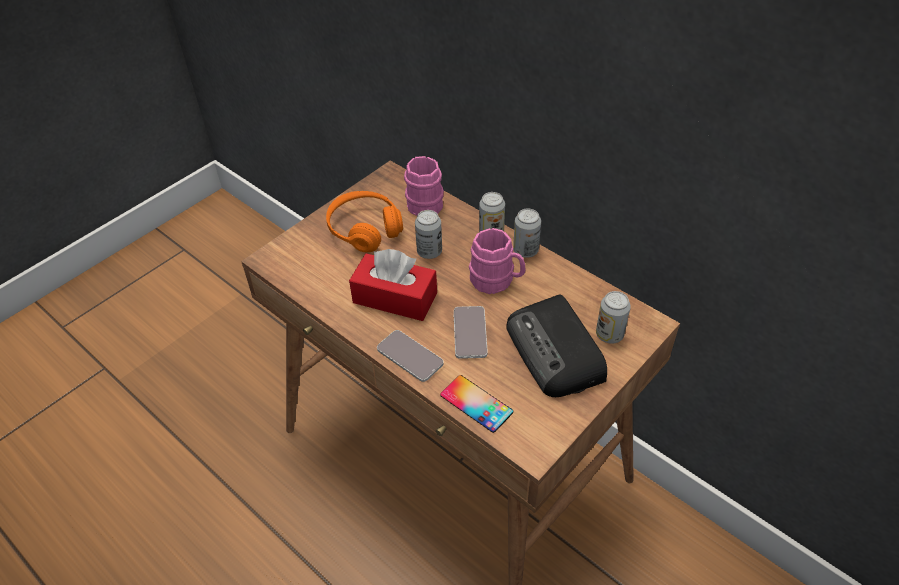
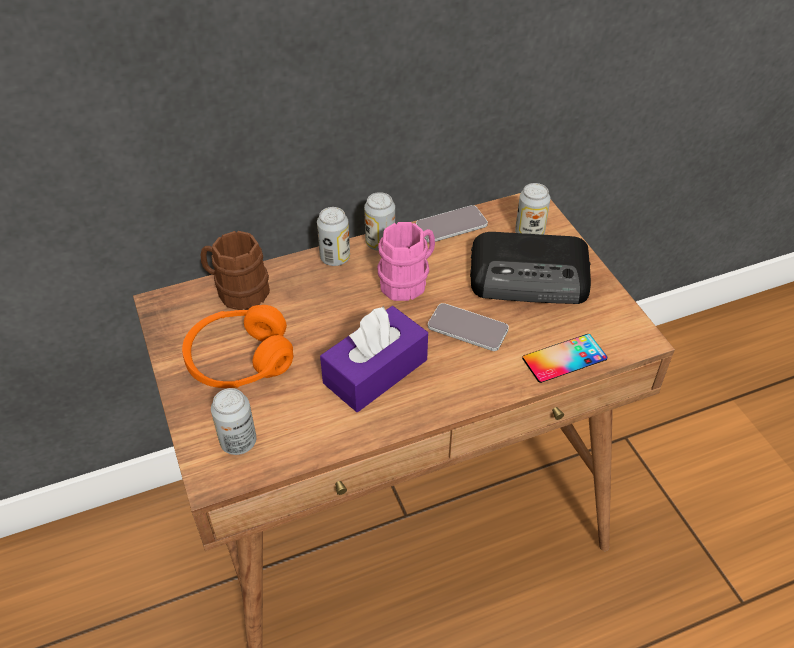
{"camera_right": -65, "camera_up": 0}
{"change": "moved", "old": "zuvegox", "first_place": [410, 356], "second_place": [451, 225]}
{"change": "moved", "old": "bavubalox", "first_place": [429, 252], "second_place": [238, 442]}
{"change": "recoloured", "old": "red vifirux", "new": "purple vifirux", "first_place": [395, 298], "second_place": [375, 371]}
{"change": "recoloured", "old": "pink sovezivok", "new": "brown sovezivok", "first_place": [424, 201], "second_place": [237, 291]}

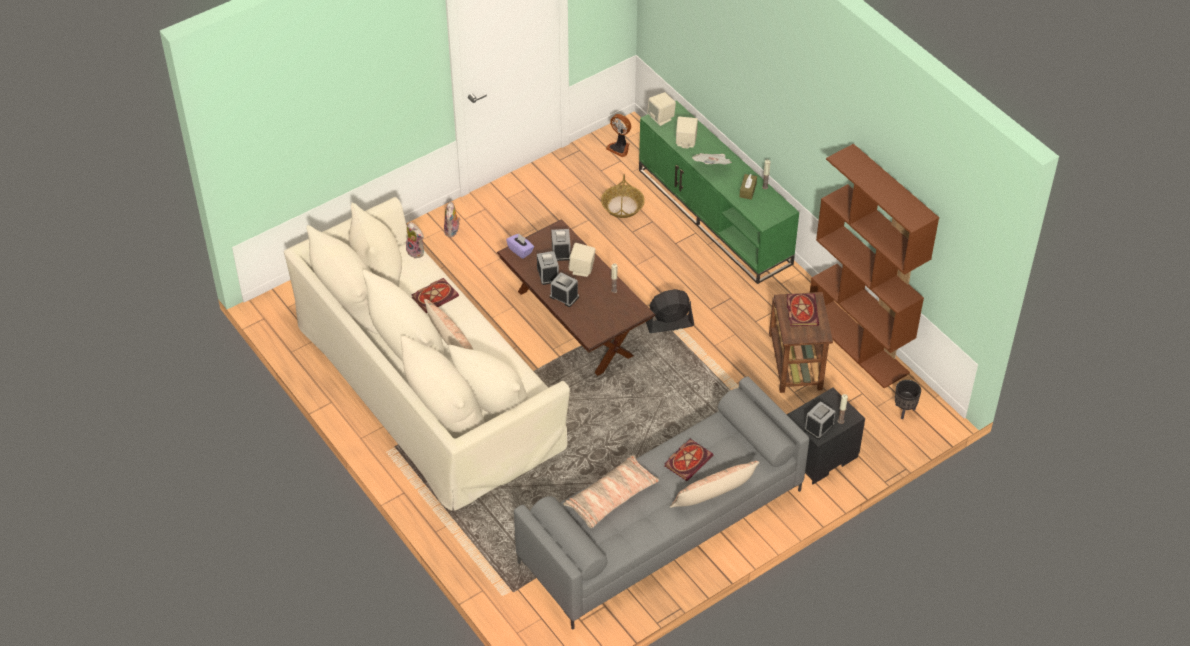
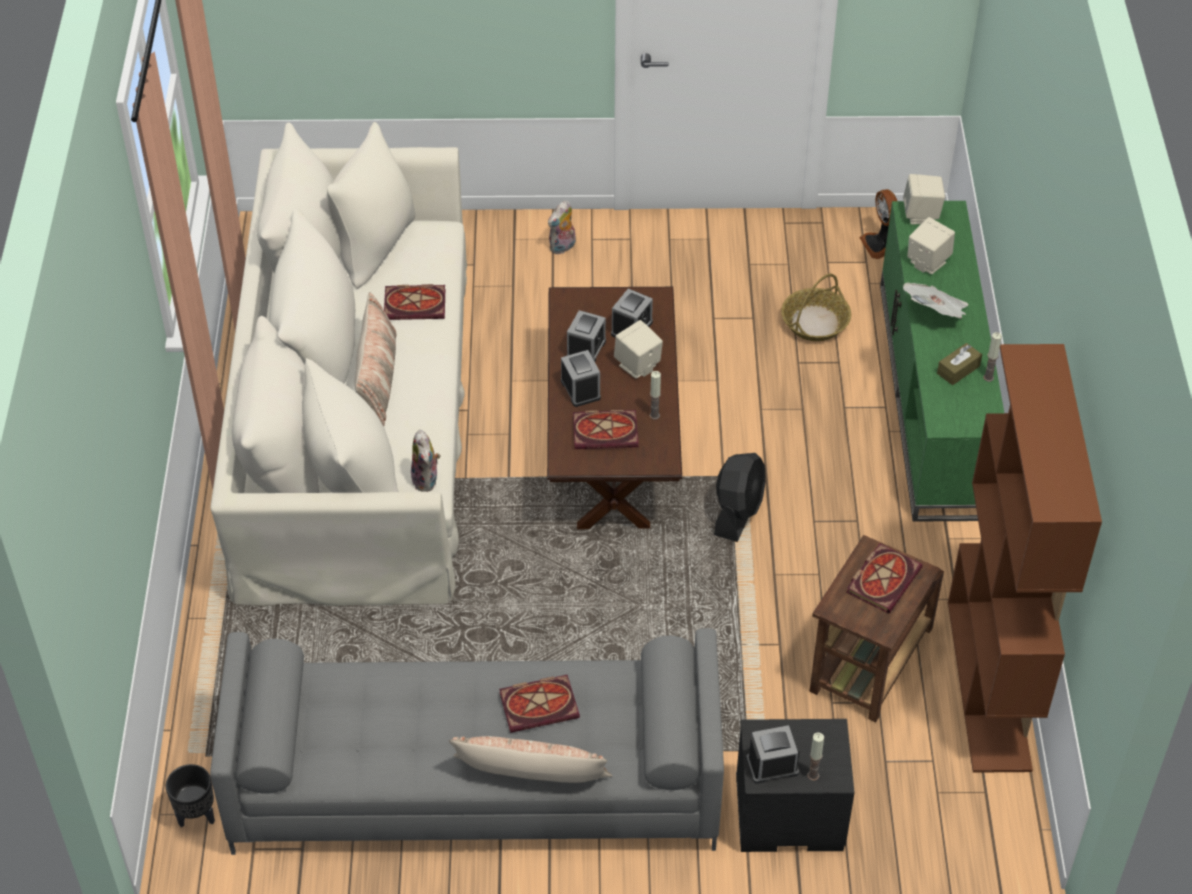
{"camera_right": 35, "camera_up": 0}
{"change": "removed", "old": "purple vifirux", "first_place": [520, 250]}
{"change": "removed", "old": "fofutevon", "first_place": [612, 498]}
{"change": "added", "new": "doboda", "second_place": [607, 431]}
{"change": "moved", "old": "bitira", "first_place": [416, 251], "second_place": [427, 480]}
{"change": "moved", "old": "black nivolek", "first_place": [904, 411], "second_place": [196, 816]}
{"change": "turned", "old": "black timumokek", "first_place": [669, 324], "second_place": [738, 512], "degrees": 90}

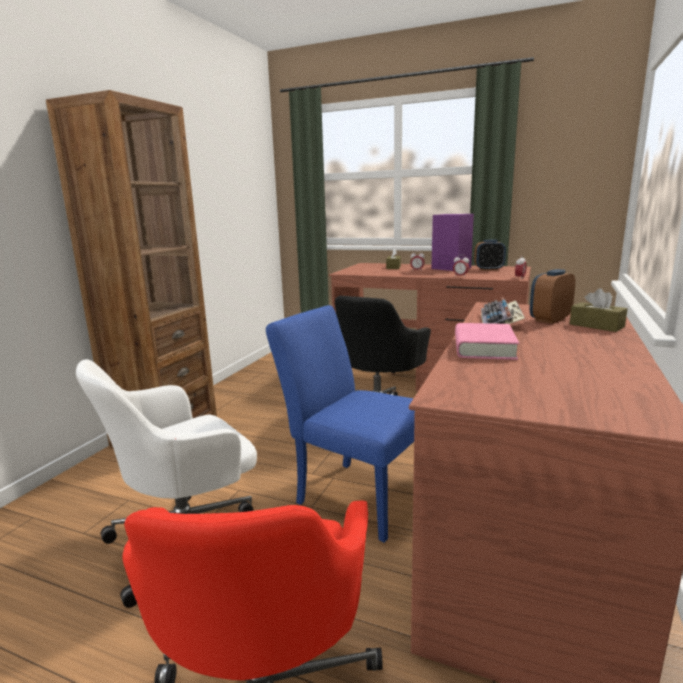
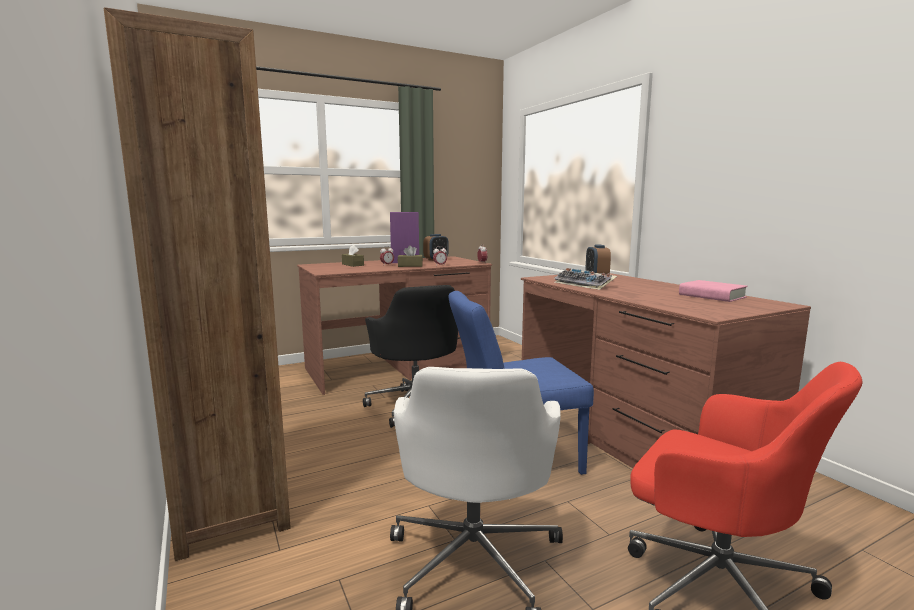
{"camera_right": -50, "camera_up": -5}
{"change": "moved", "old": "pink doboda", "first_place": [483, 348], "second_place": [712, 296]}
{"change": "moved", "old": "brown vifirux", "first_place": [596, 326], "second_place": [410, 266]}

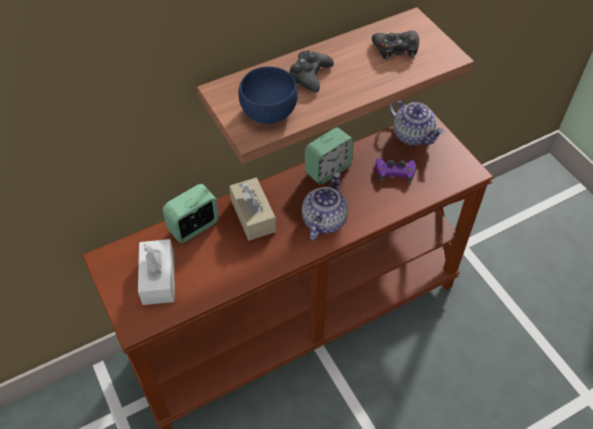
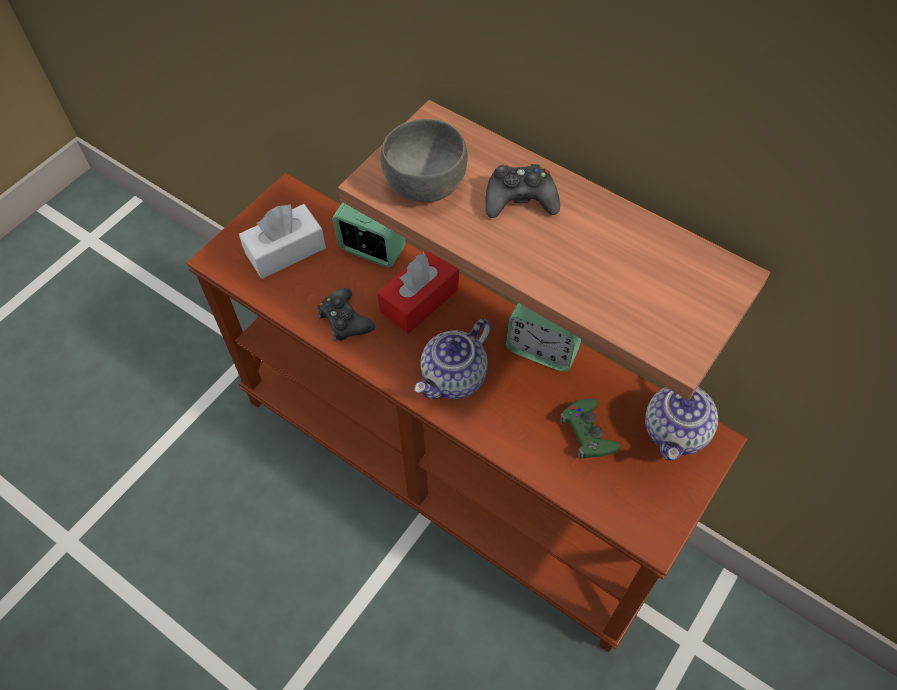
{"camera_right": 65, "camera_up": 5}
{"change": "moved", "old": "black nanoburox", "first_place": [396, 49], "second_place": [344, 320]}
{"change": "recoloured", "old": "beige vifirux", "new": "red vifirux", "first_place": [253, 215], "second_place": [419, 300]}
{"change": "recoloured", "old": "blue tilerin", "new": "grey tilerin", "first_place": [268, 112], "second_place": [424, 183]}
{"change": "recoloured", "old": "purple nanoburox", "new": "green nanoburox", "first_place": [395, 172], "second_place": [588, 433]}
{"change": "turned", "old": "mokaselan", "first_place": [323, 220], "second_place": [454, 378], "degrees": 135}

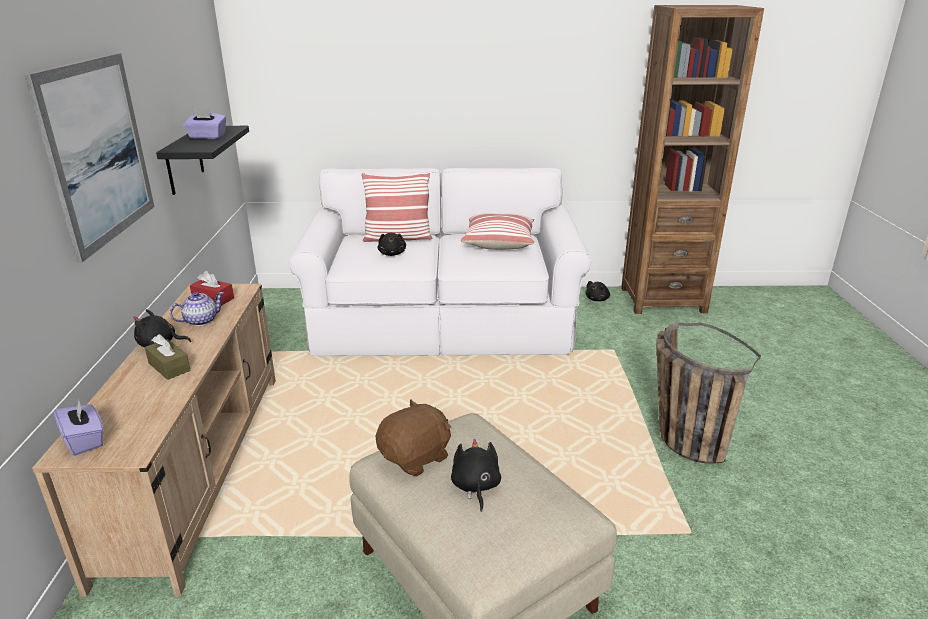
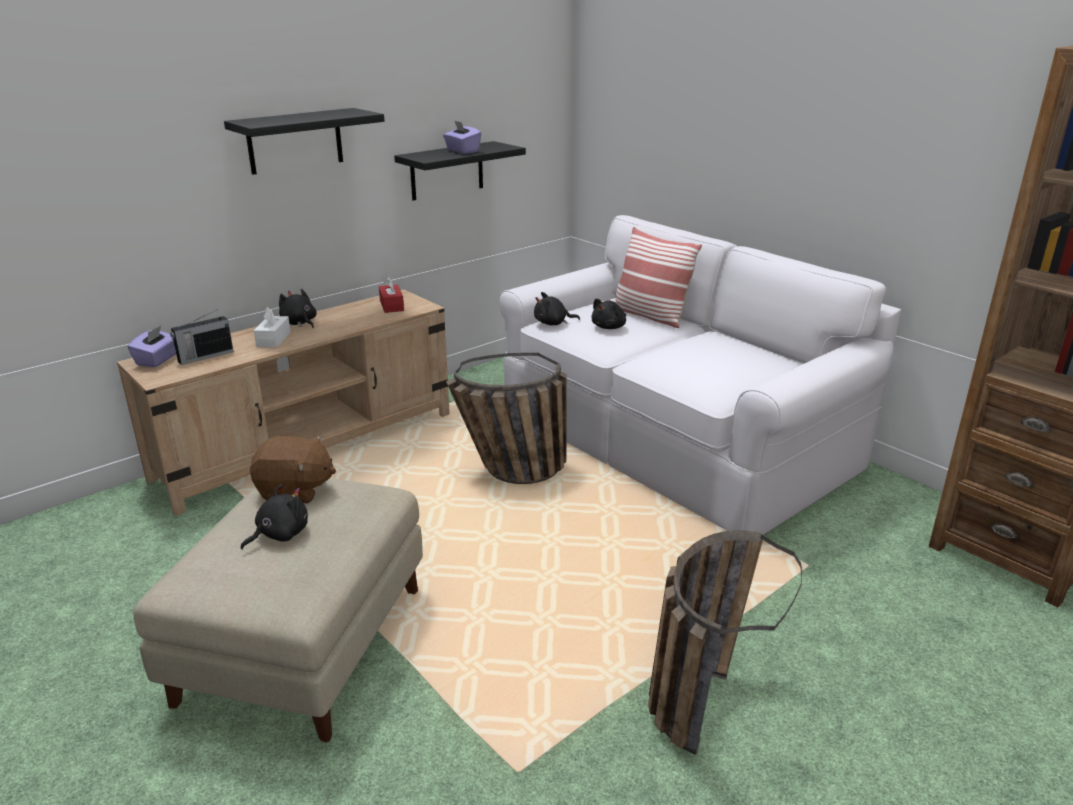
{"camera_right": 50, "camera_up": 0}
{"change": "removed", "old": "mokaselan", "first_place": [200, 321]}
{"change": "removed", "old": "fofutevon", "first_place": [498, 242]}
{"change": "added", "new": "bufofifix", "second_place": [204, 356]}
{"change": "added", "new": "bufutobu", "second_place": [509, 473]}
{"change": "moved", "old": "black bitira", "first_place": [597, 299], "second_place": [553, 323]}
{"change": "replaced", "old": "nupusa", "new": "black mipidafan", "first_place": [97, 151], "second_place": [295, 141]}
{"change": "recoloured", "old": "brown vifirux", "new": "white vifirux", "first_place": [169, 367], "second_place": [273, 339]}

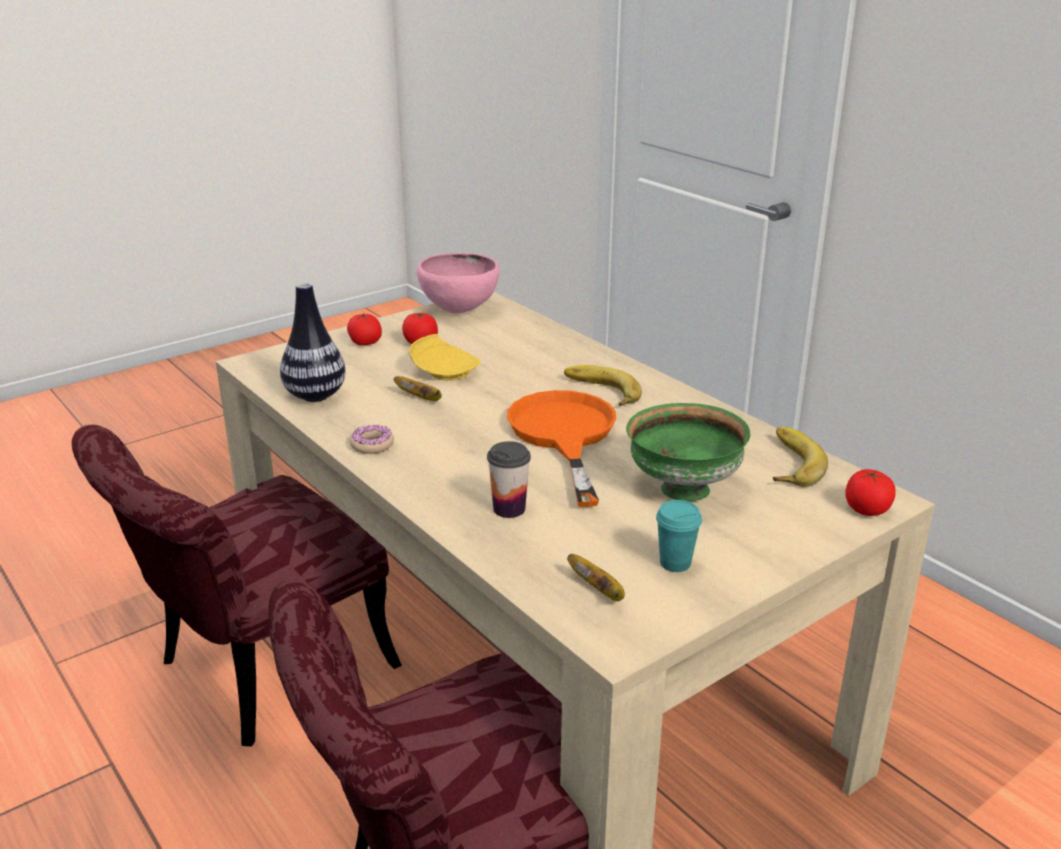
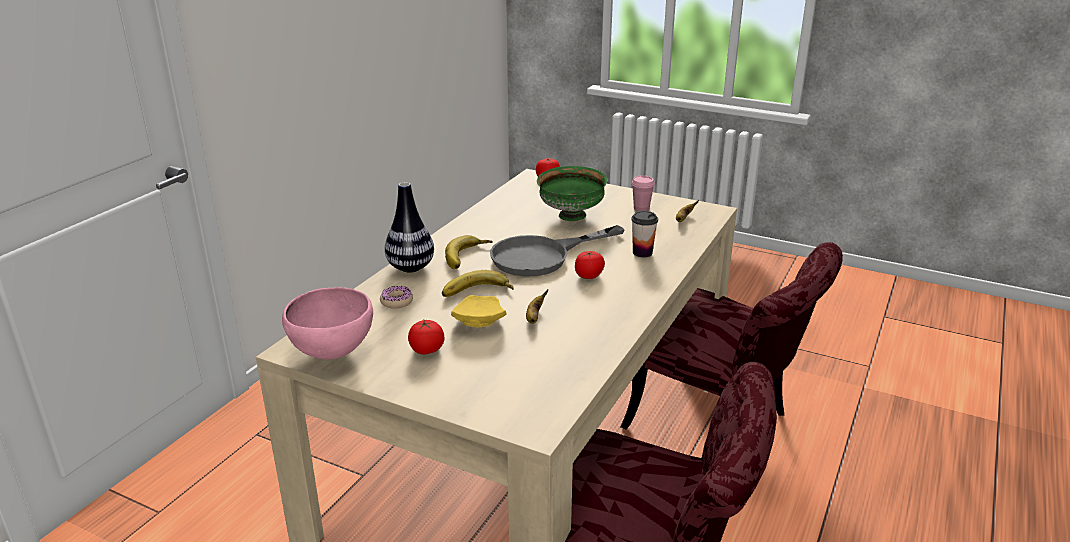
{"camera_right": -115, "camera_up": 0}
{"change": "moved", "old": "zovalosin", "first_place": [315, 396], "second_place": [411, 267]}
{"change": "moved", "old": "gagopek", "first_place": [365, 343], "second_place": [589, 275]}
{"change": "moved", "old": "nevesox", "first_place": [372, 445], "second_place": [396, 302]}
{"change": "moved", "old": "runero", "first_place": [787, 463], "second_place": [477, 293]}
{"change": "recoloured", "old": "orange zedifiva", "new": "grey zedifiva", "first_place": [564, 436], "second_place": [542, 256]}
{"change": "recoloured", "old": "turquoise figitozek", "new": "pink figitozek", "first_place": [675, 563], "second_place": [641, 208]}

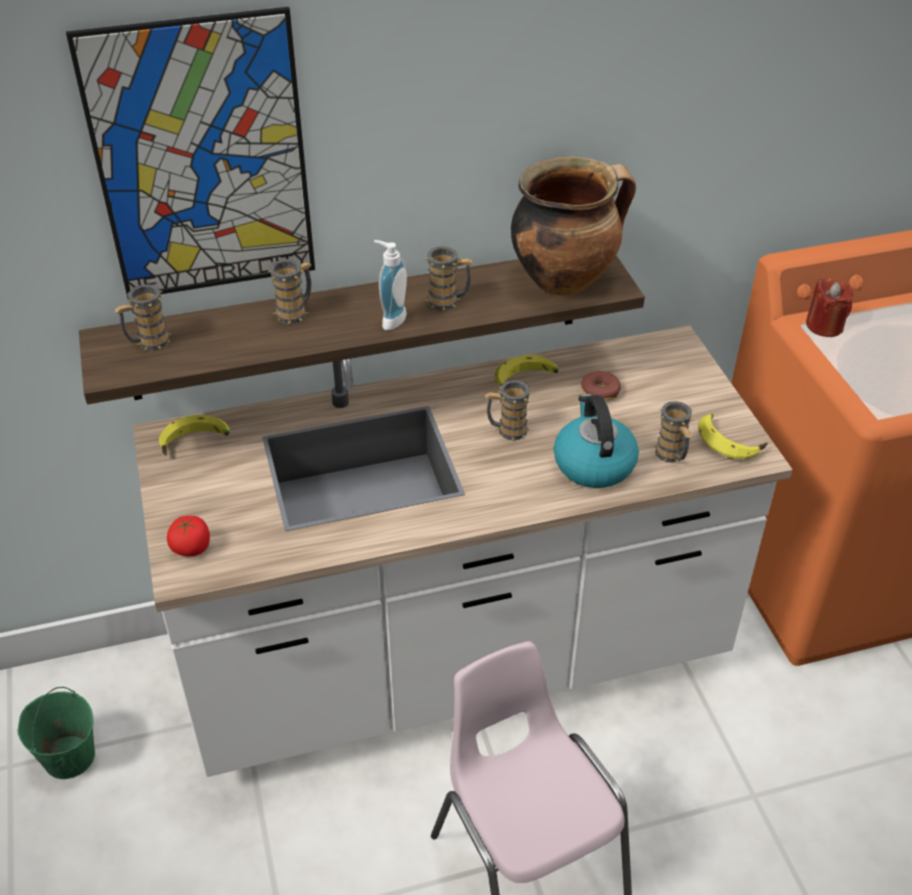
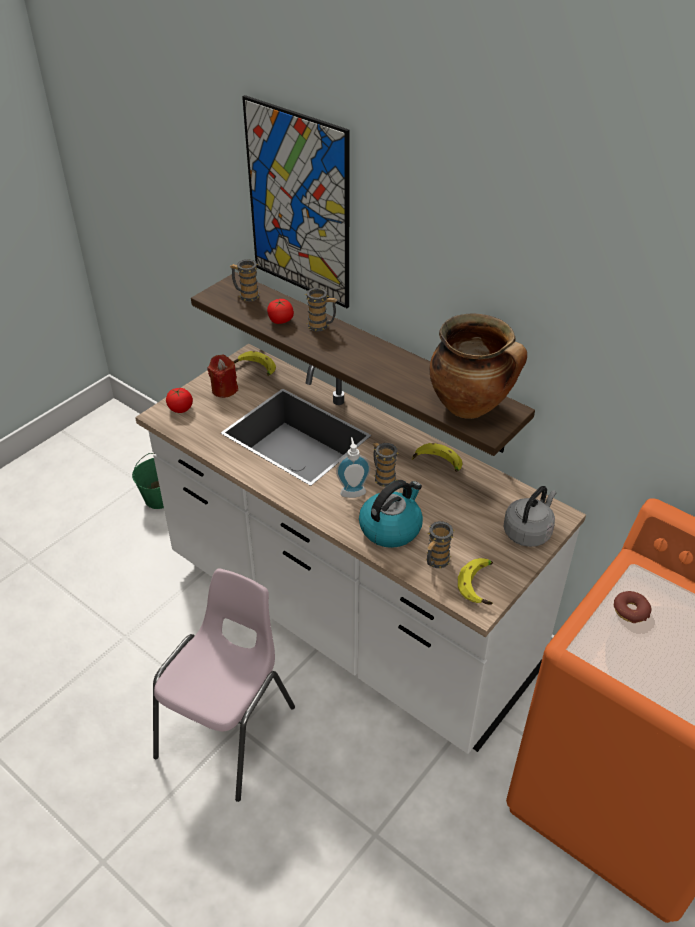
{"camera_right": 55, "camera_up": 0}
{"change": "removed", "old": "sovezivok", "first_place": [448, 301]}
{"change": "added", "new": "gagopek", "second_place": [280, 320]}
{"change": "added", "new": "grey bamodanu", "second_place": [528, 531]}
{"change": "moved", "old": "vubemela", "first_place": [390, 319], "second_place": [352, 491]}
{"change": "moved", "old": "nevesox", "first_place": [600, 391], "second_place": [630, 610]}
{"change": "moved", "old": "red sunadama", "first_place": [824, 326], "second_place": [224, 389]}

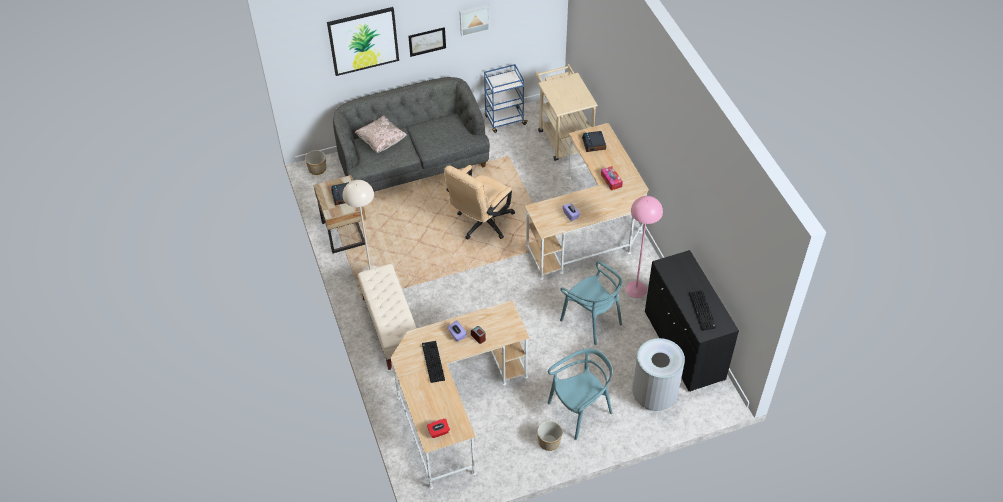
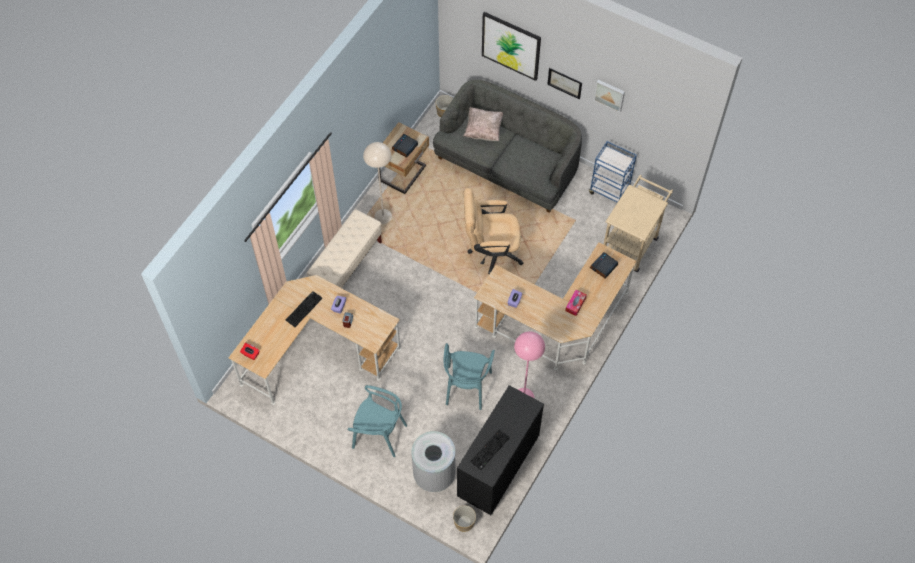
{"camera_right": 50, "camera_up": 10}
{"change": "moved", "old": "nivolek", "first_place": [549, 441], "second_place": [464, 522]}

